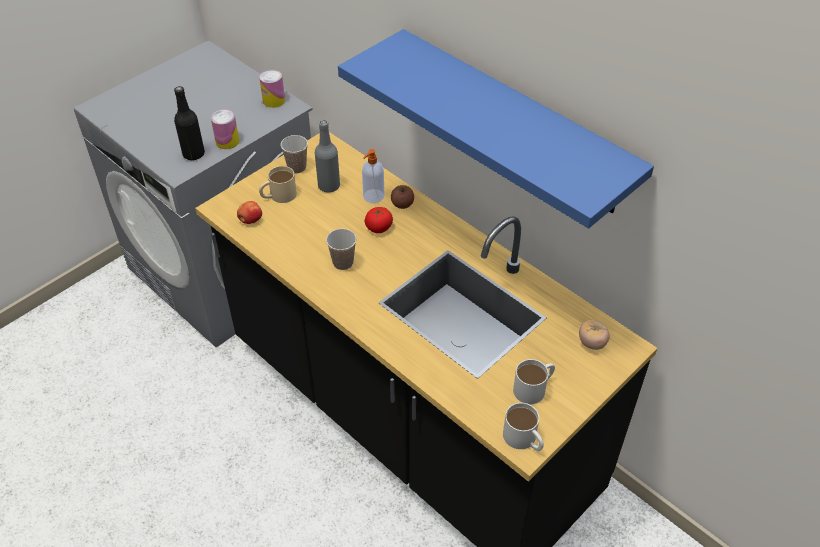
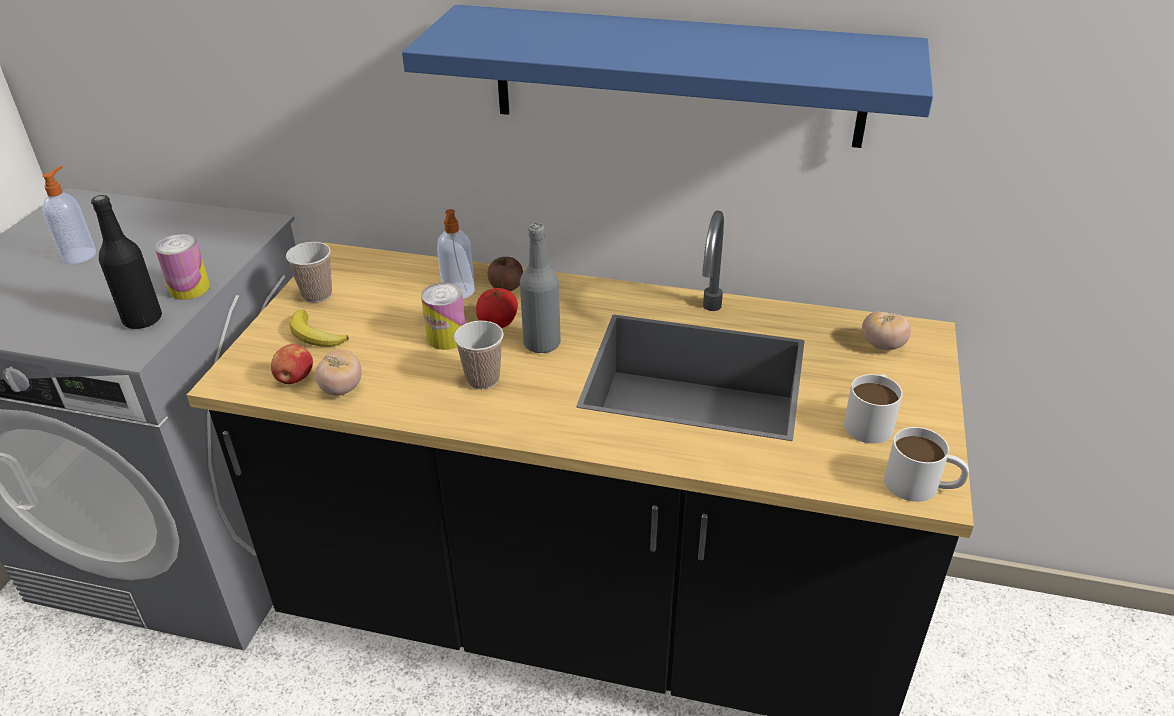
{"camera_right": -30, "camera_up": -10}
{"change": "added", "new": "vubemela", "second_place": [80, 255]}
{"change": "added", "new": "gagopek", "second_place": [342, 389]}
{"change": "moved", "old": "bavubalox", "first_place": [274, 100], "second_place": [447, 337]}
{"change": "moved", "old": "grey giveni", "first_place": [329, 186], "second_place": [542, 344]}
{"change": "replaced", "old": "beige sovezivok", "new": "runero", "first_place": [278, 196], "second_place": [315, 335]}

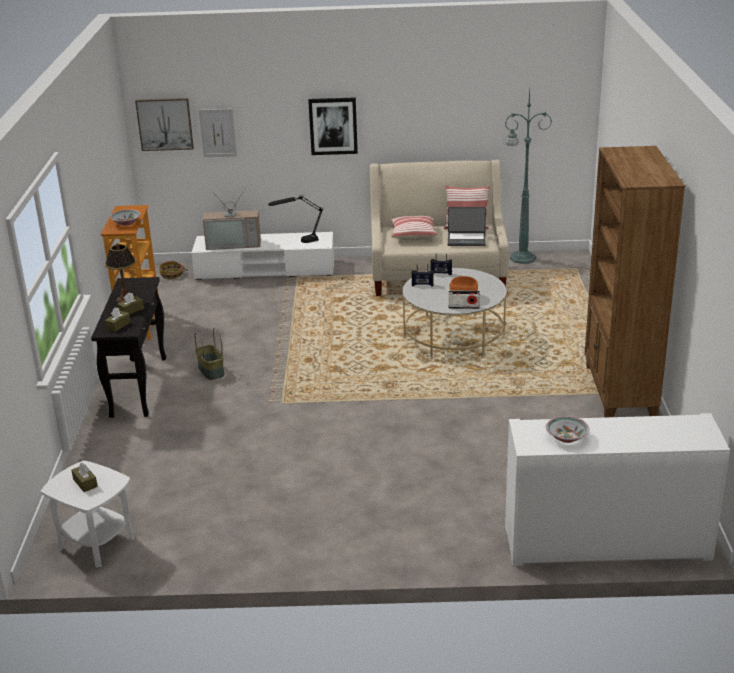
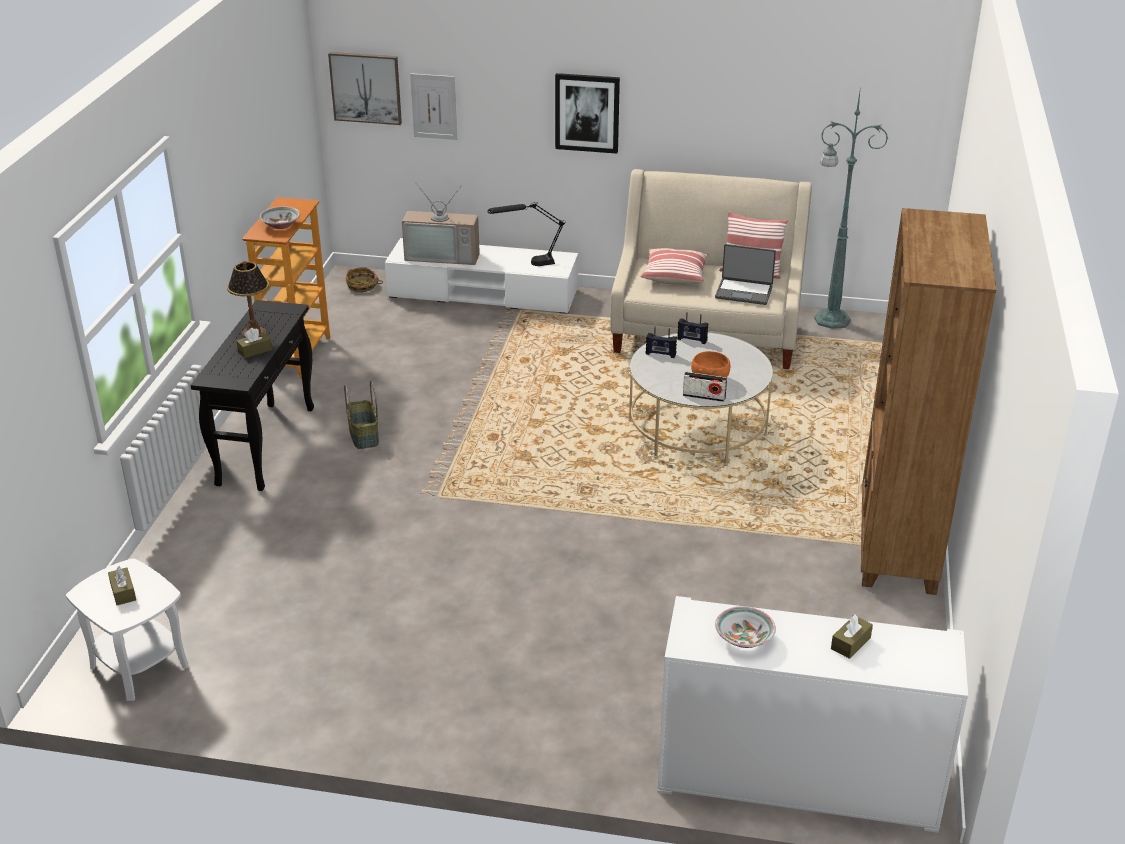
{"camera_right": 10, "camera_up": 5}
{"change": "moved", "old": "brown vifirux", "first_place": [118, 325], "second_place": [850, 643]}

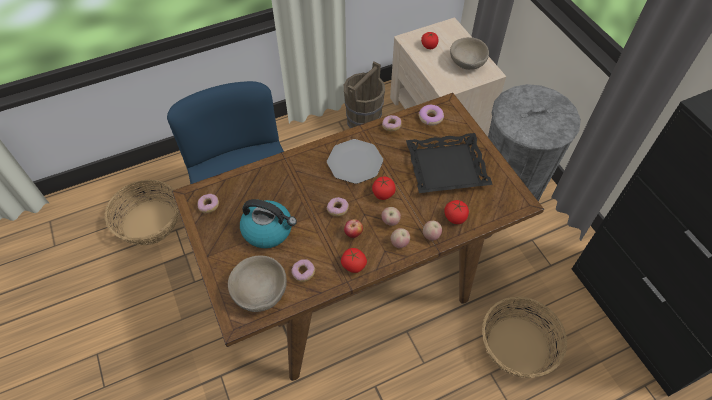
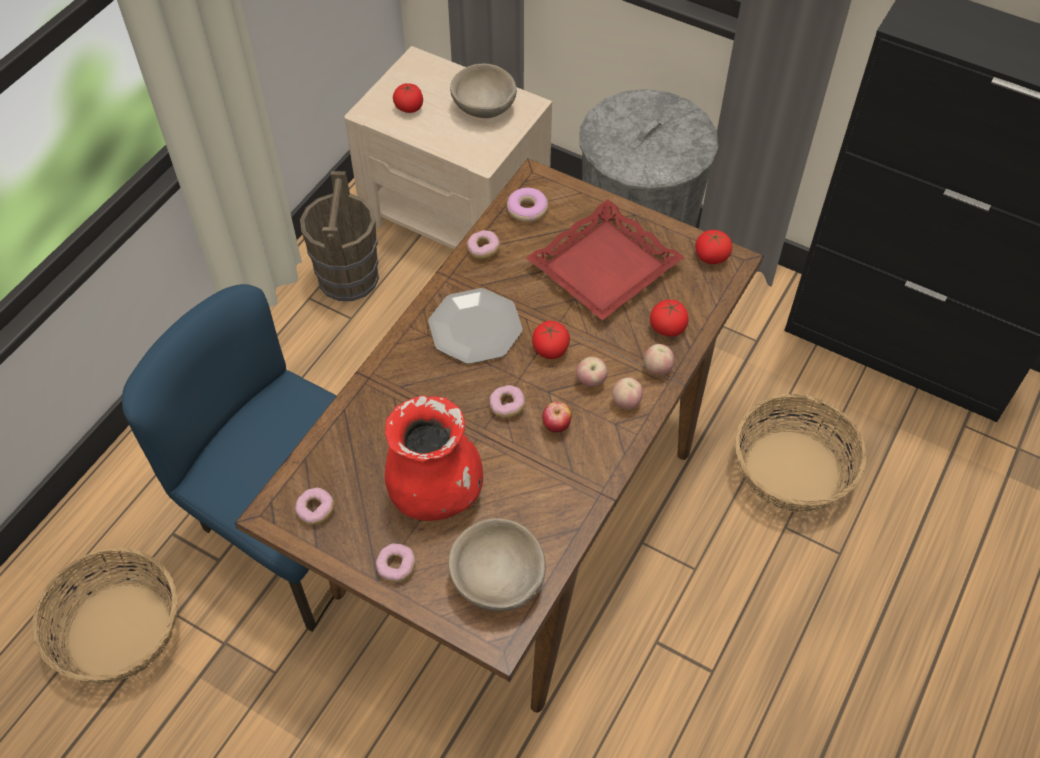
{"camera_right": -35, "camera_up": 0}
{"change": "moved", "old": "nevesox", "first_place": [303, 273], "second_place": [396, 566]}
{"change": "moved", "old": "gagopek", "first_place": [353, 265], "second_place": [711, 257]}
{"change": "replaced", "old": "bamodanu", "new": "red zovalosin", "first_place": [268, 230], "second_place": [435, 491]}
{"change": "recoloured", "old": "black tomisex", "new": "red tomisex", "first_place": [446, 168], "second_place": [604, 268]}

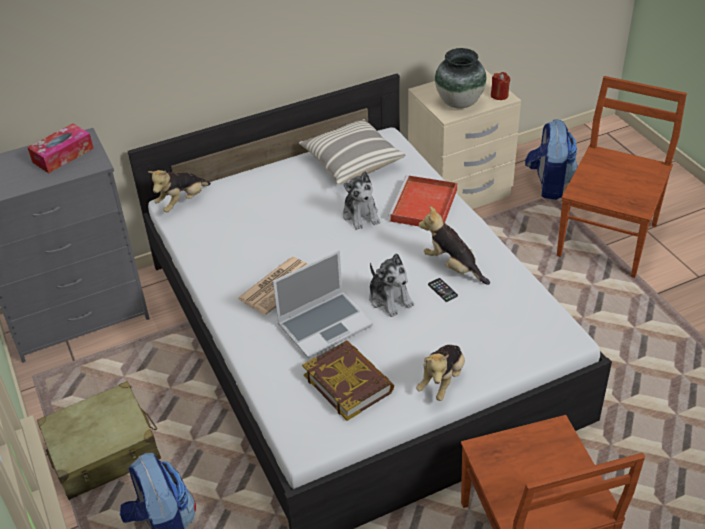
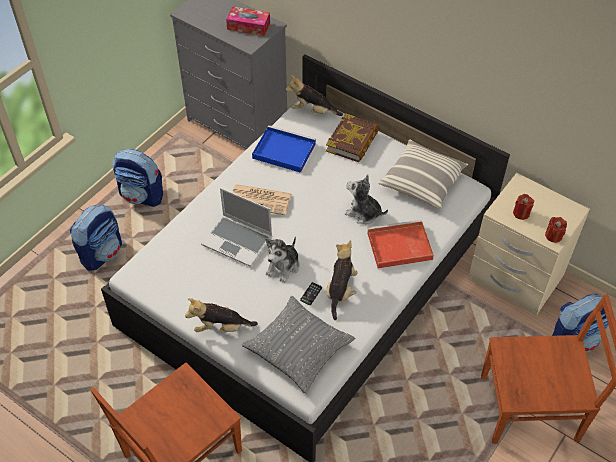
{"camera_right": 60, "camera_up": 10}
{"change": "added", "new": "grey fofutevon", "second_place": [298, 348]}
{"change": "added", "new": "blue tomisex", "second_place": [282, 151]}
{"change": "moved", "old": "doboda", "first_place": [348, 383], "second_place": [352, 141]}
{"change": "replaced", "old": "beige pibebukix", "new": "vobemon", "first_place": [104, 451], "second_place": [142, 195]}
{"change": "replaced", "old": "zovalosin", "new": "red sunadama", "first_place": [460, 103], "second_place": [521, 213]}
{"change": "turned", "old": "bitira", "first_place": [361, 215], "second_place": [363, 213], "degrees": 75}

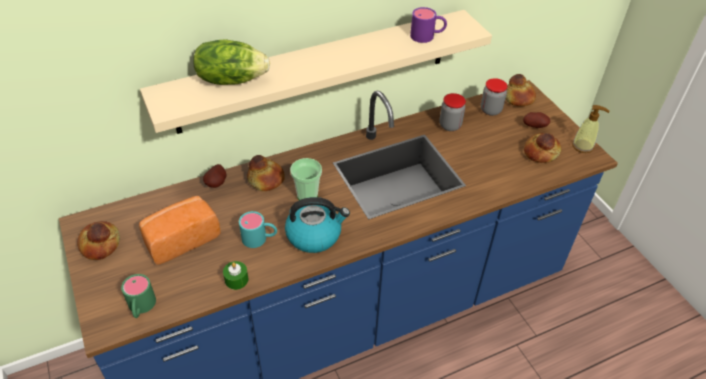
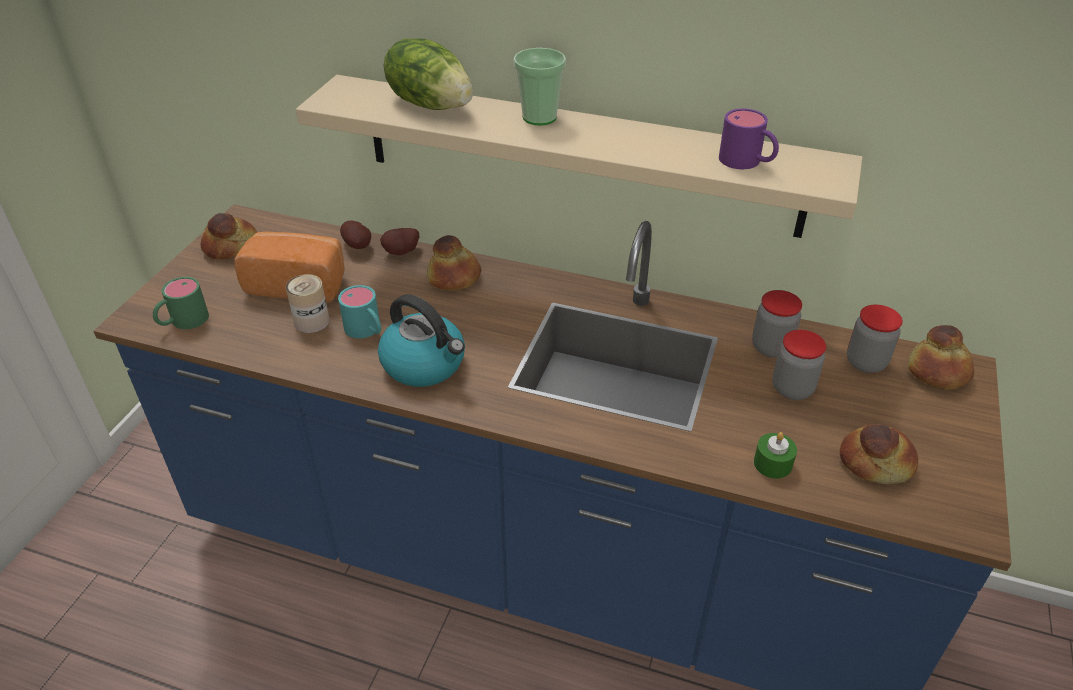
{"camera_right": 45, "camera_up": -5}
{"change": "removed", "old": "vubemela", "first_place": [583, 146]}
{"change": "added", "new": "bavubalox", "second_place": [311, 321]}
{"change": "added", "new": "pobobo", "second_place": [792, 389]}
{"change": "moved", "old": "green sunadama", "first_place": [236, 279], "second_place": [772, 464]}
{"change": "moved", "old": "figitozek", "first_place": [307, 195], "second_place": [539, 117]}
{"change": "moved", "old": "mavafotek", "first_place": [535, 126], "second_place": [358, 246]}

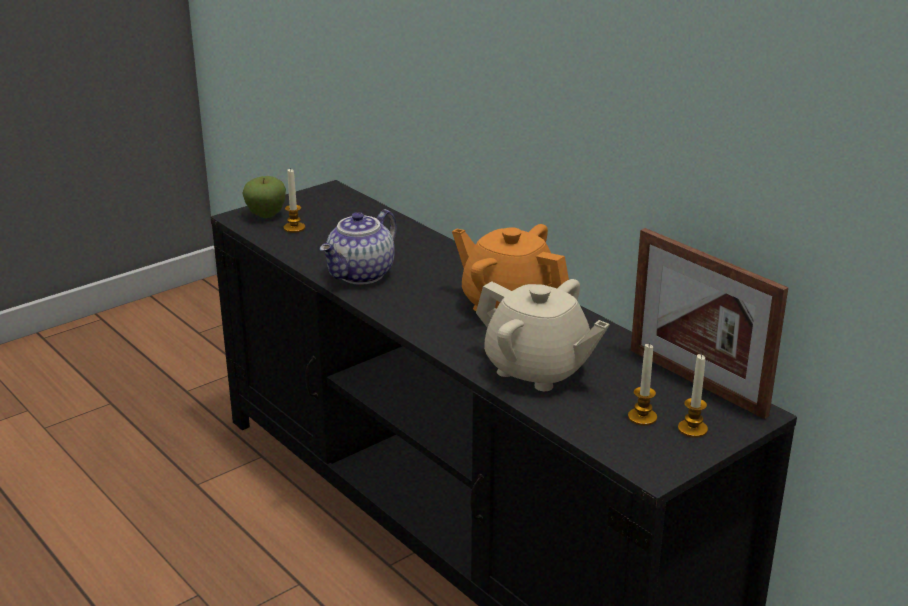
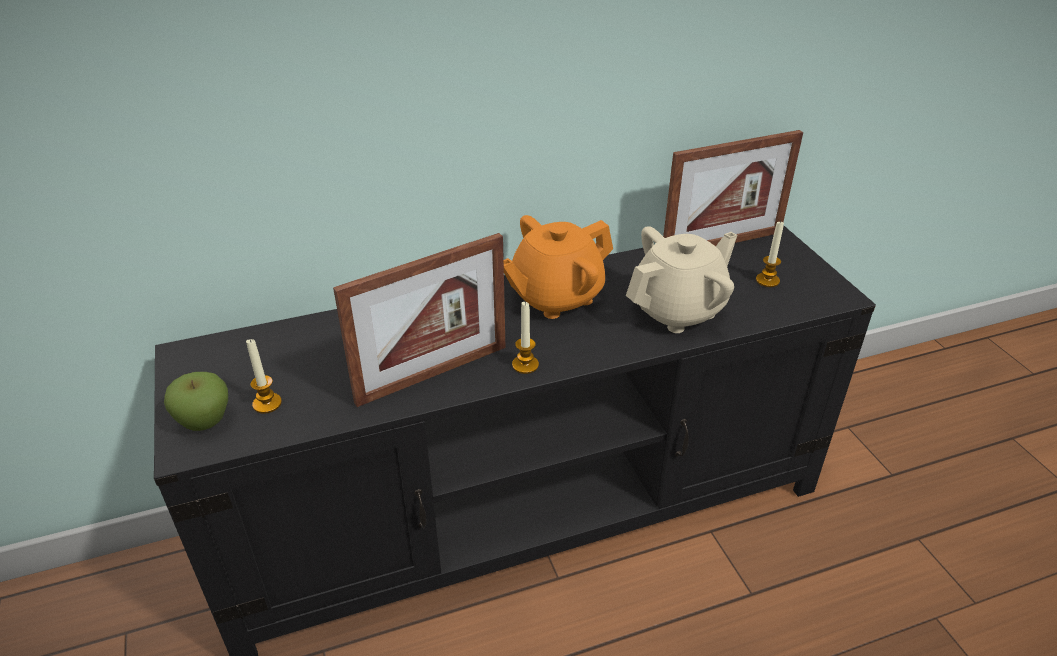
{"camera_right": -70, "camera_up": 10}
{"change": "moved", "old": "sunadama", "first_place": [692, 429], "second_place": [525, 365]}
{"change": "replaced", "old": "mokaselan", "new": "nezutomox", "first_place": [362, 275], "second_place": [432, 374]}

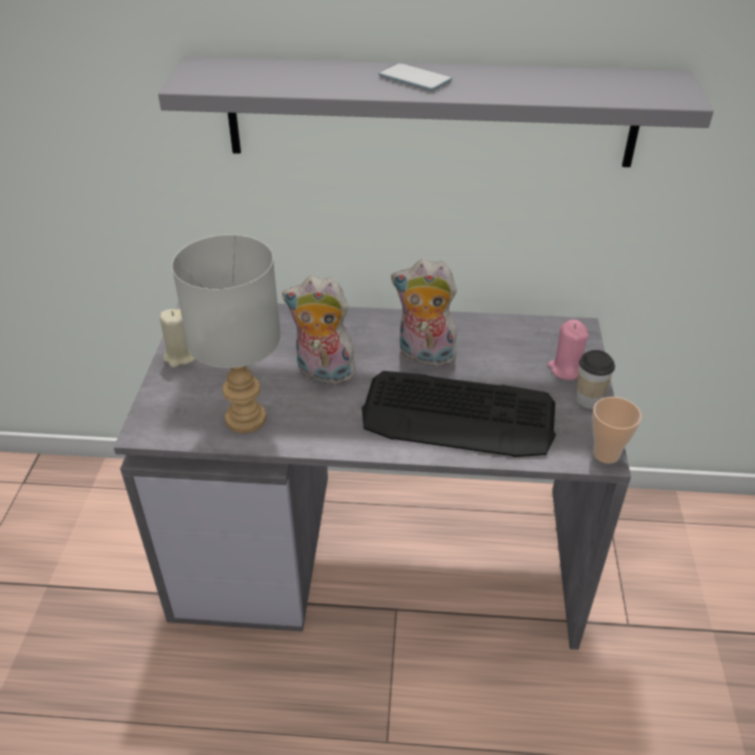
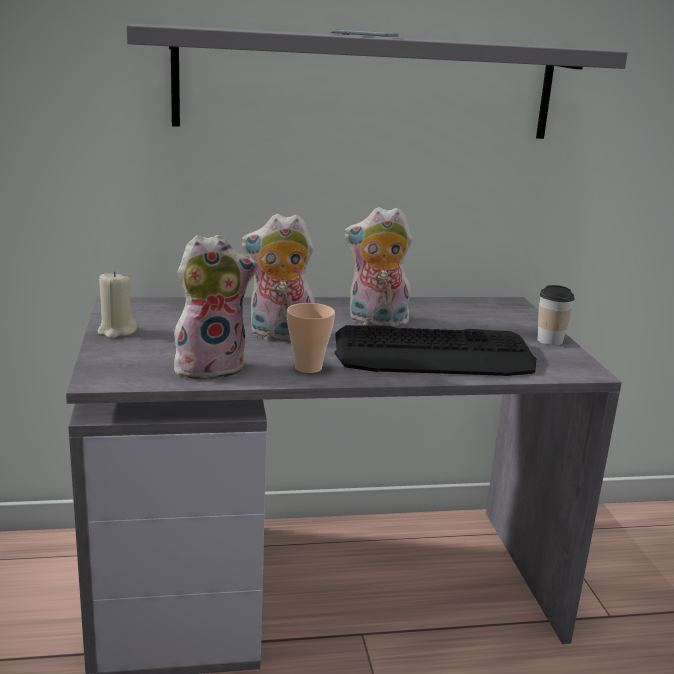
{"camera_right": -15, "camera_up": -20}
{"change": "removed", "old": "pink sunadama", "first_place": [565, 369]}
{"change": "moved", "old": "figitozek", "first_place": [606, 454], "second_place": [308, 368]}
{"change": "replaced", "old": "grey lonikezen", "new": "bitira", "first_place": [244, 420], "second_place": [211, 367]}

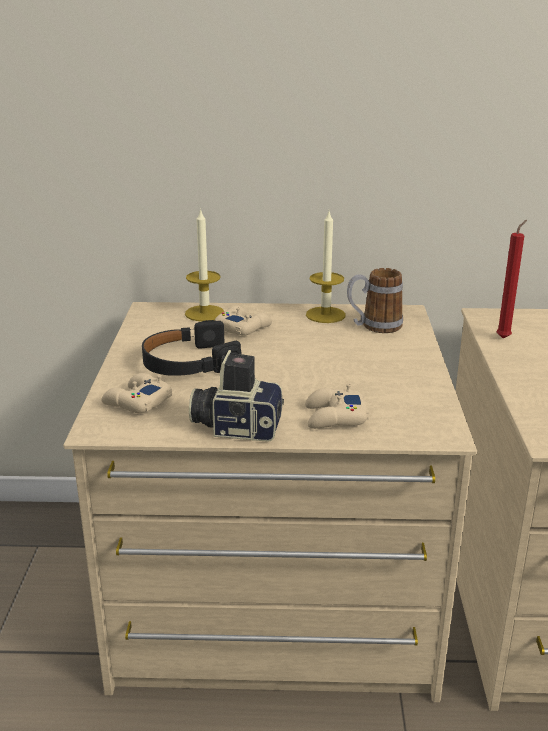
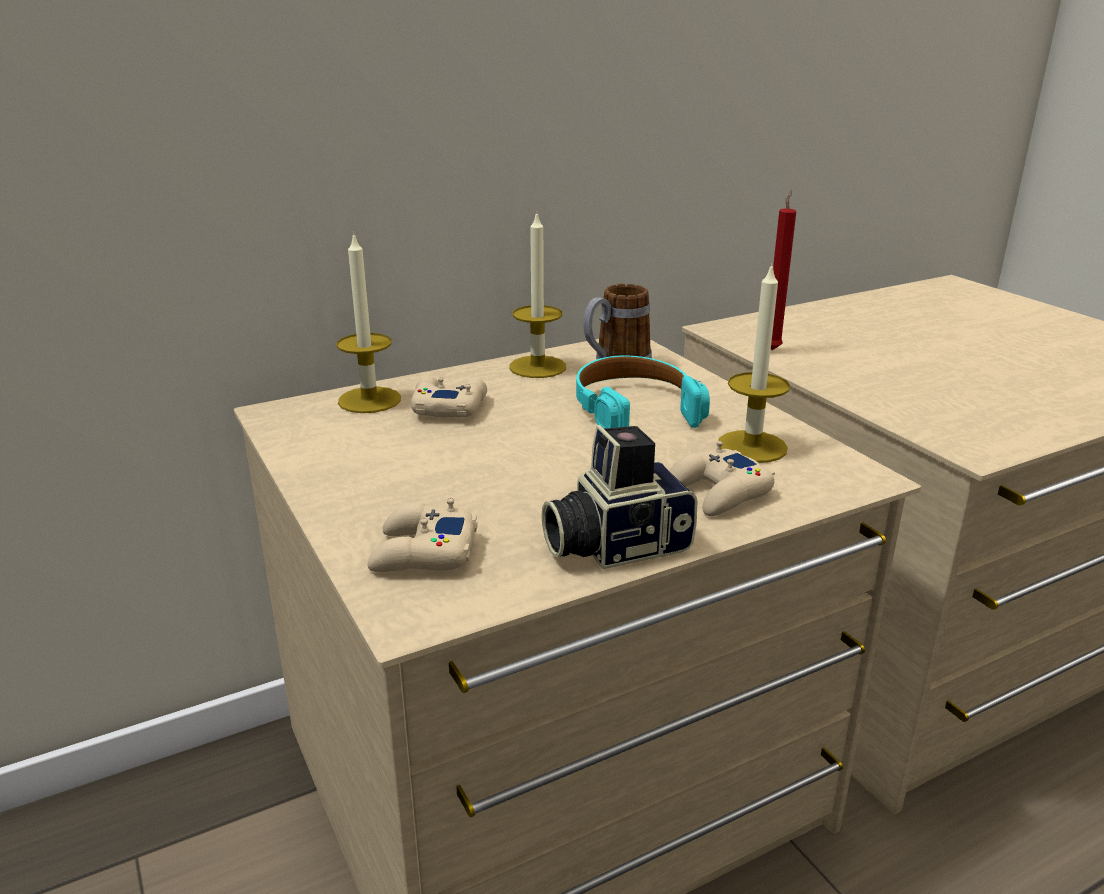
{"camera_right": -30, "camera_up": 0}
{"change": "removed", "old": "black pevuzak", "first_place": [189, 363]}
{"change": "added", "new": "turquoise pevuzak", "second_place": [634, 409]}
{"change": "added", "new": "sunadama", "second_place": [752, 446]}

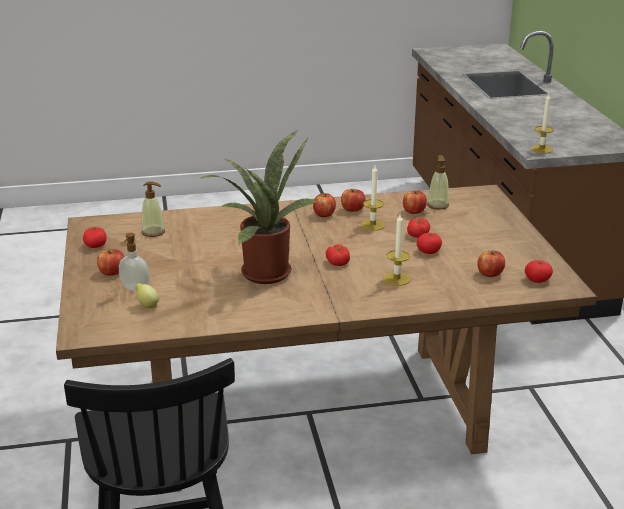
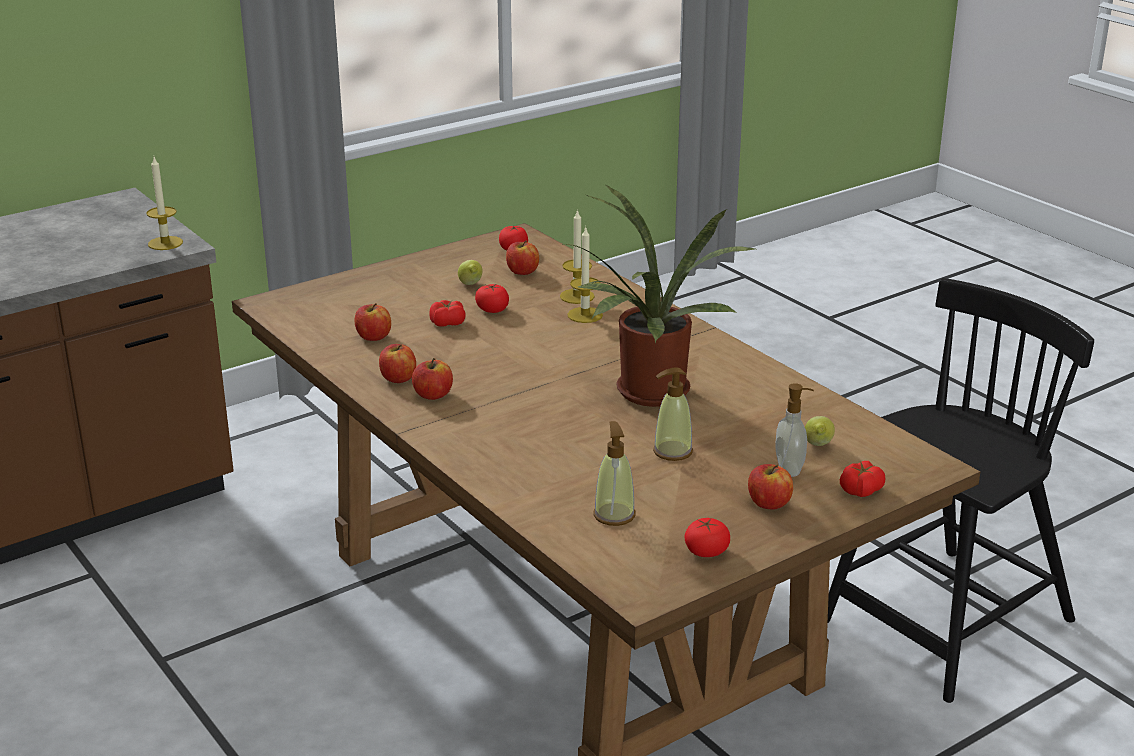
{"camera_right": -115, "camera_up": 0}
{"change": "added", "new": "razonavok", "second_place": [471, 285]}
{"change": "moved", "old": "gagopek", "first_place": [338, 262], "second_place": [861, 490]}
{"change": "moved", "old": "sunadama", "first_place": [372, 225], "second_place": [577, 296]}
{"change": "moved", "old": "vubemela", "first_place": [437, 205], "second_place": [672, 451]}

